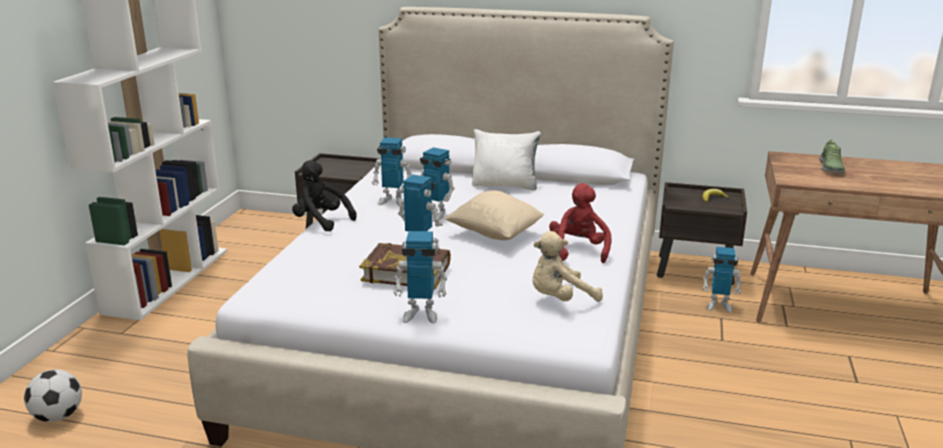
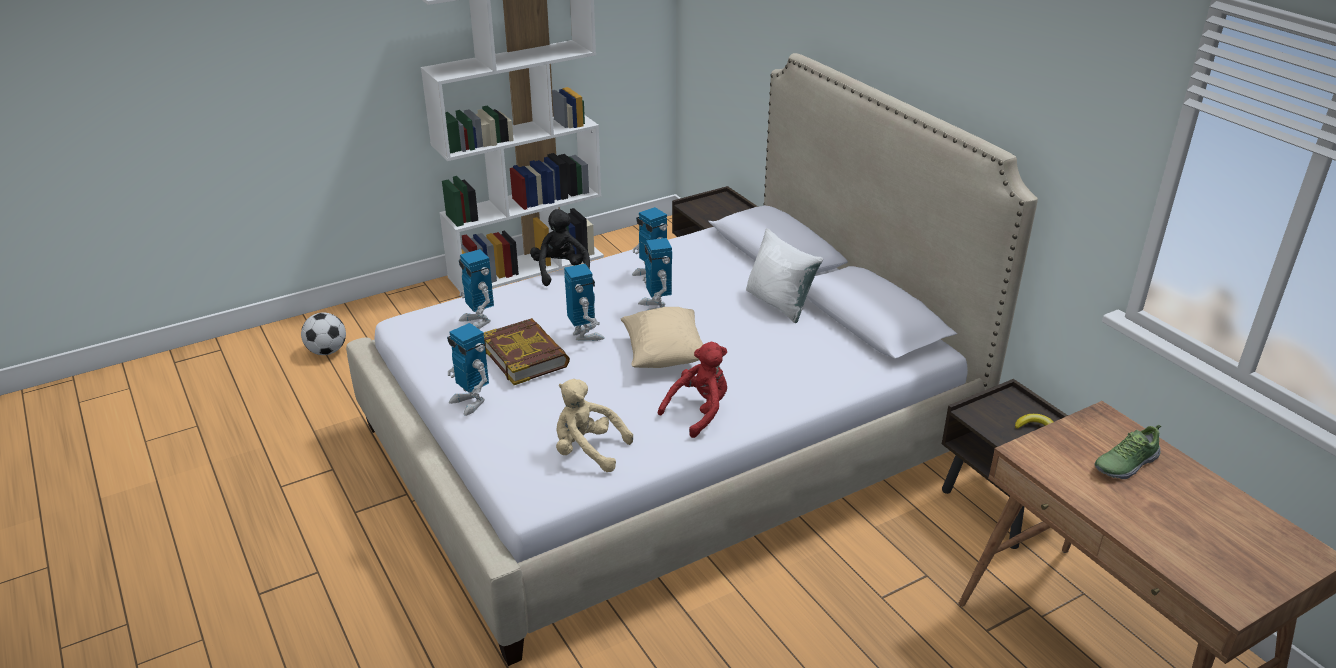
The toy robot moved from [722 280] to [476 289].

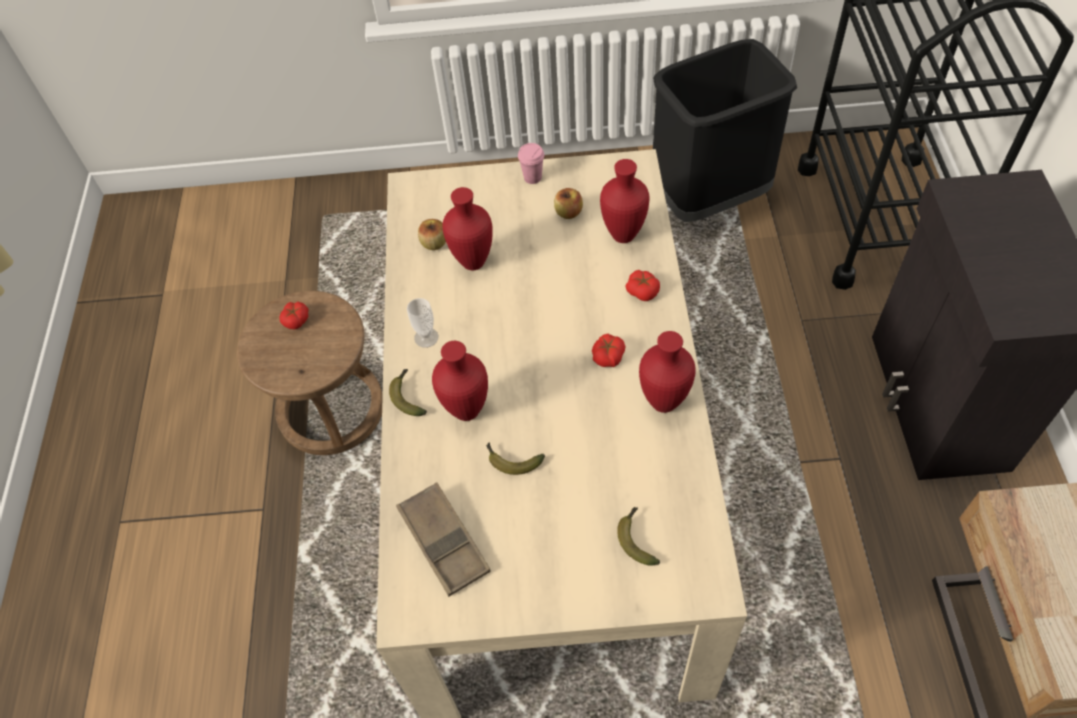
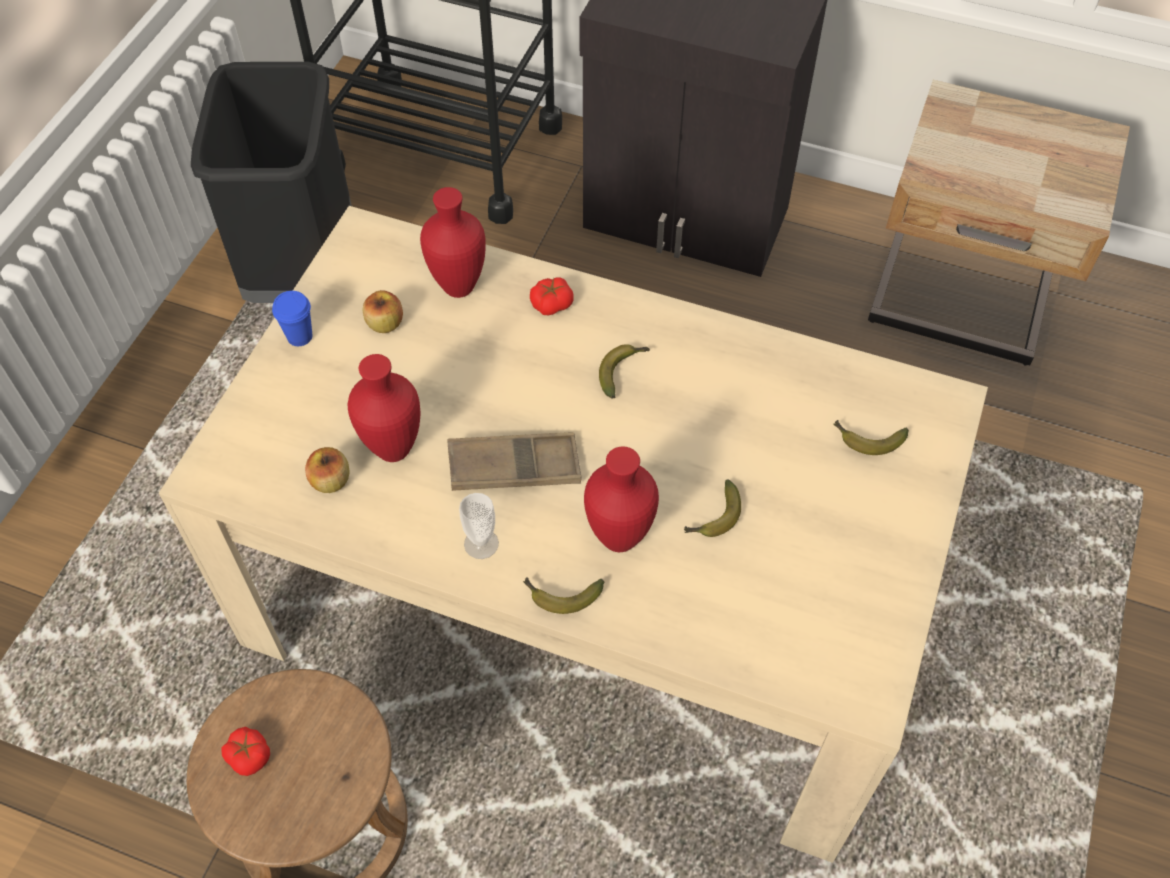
The pink cup at [531 163] became the blue cup at [292 318]. The red vase at [667 372] disappeared. The tomato at [608 350] was replaced by the banana at [624 371]. The brown tray moved from [443 539] to [514 461].

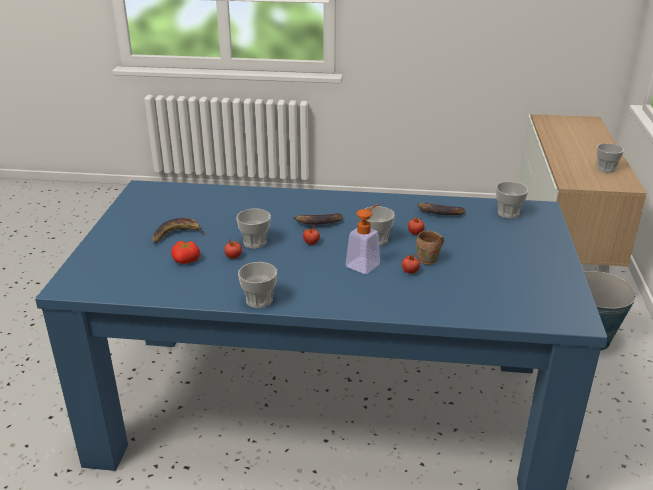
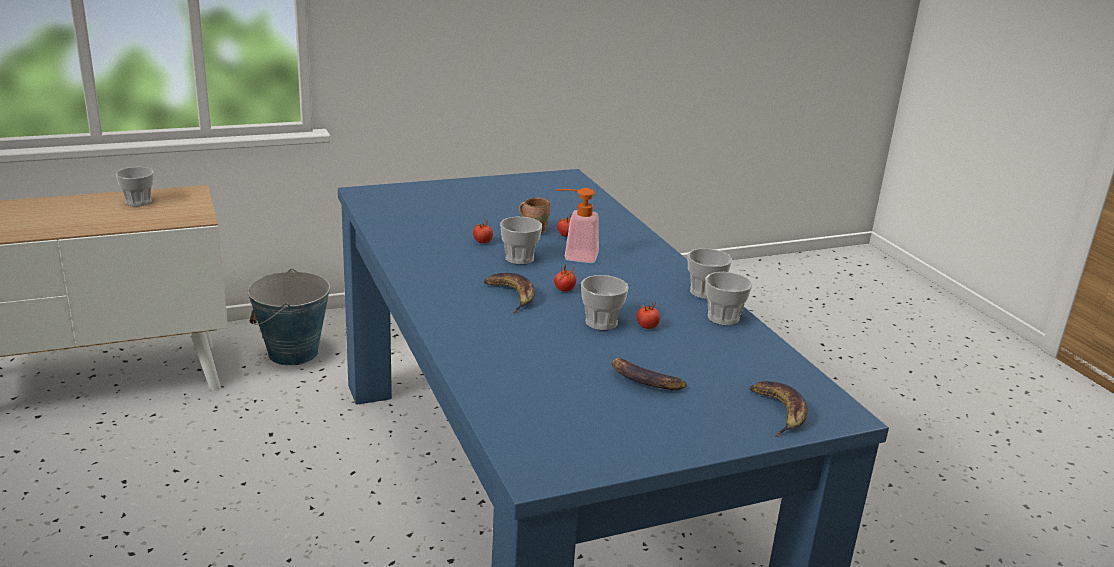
The cup moved from [512 200] to [728 298]. The banana moved from [442 209] to [778 409]. The tomato at [185 252] disappeared.

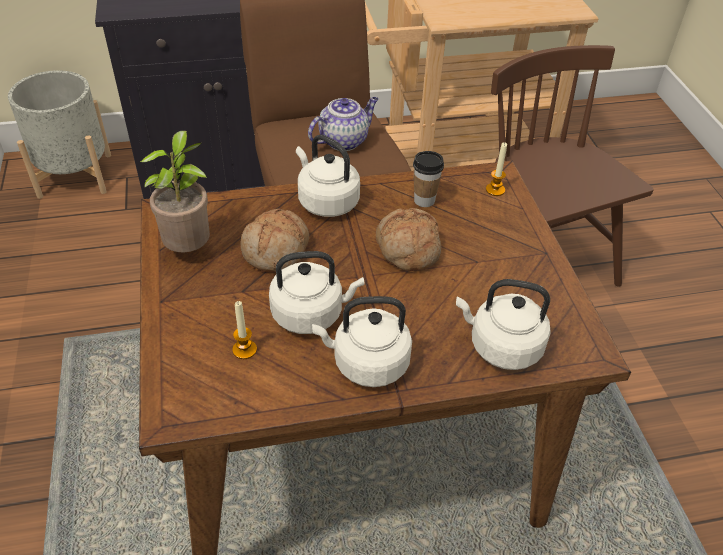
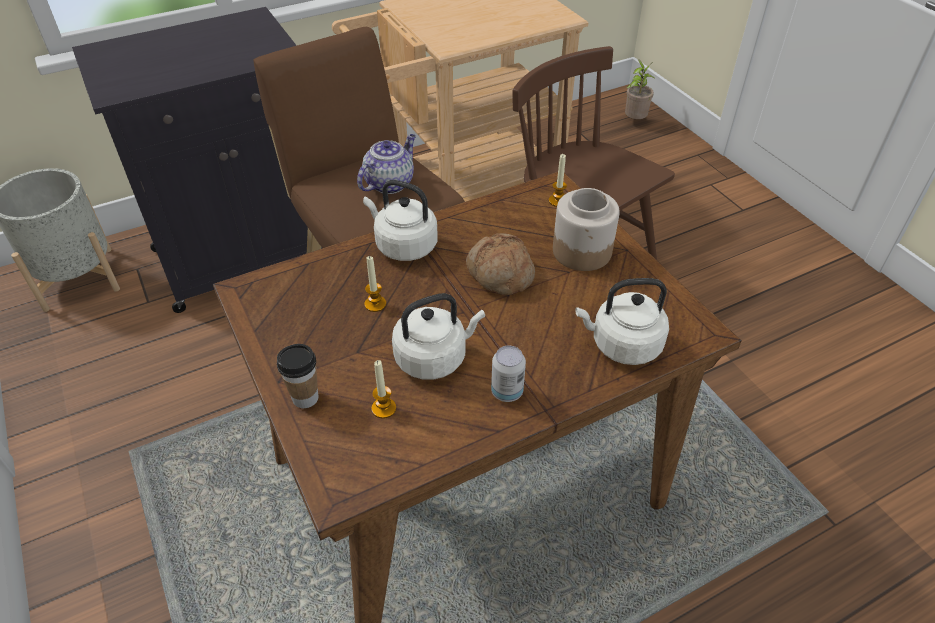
The potted plant moved from [175 191] to [639 89]. The cup moved from [428 179] to [297 376]. The bread at [274 240] was replaced by the candle at [375 284]. The white kettle at [362 341] was replaced by the can at [508 373]. The jar at [586 229] appeared.

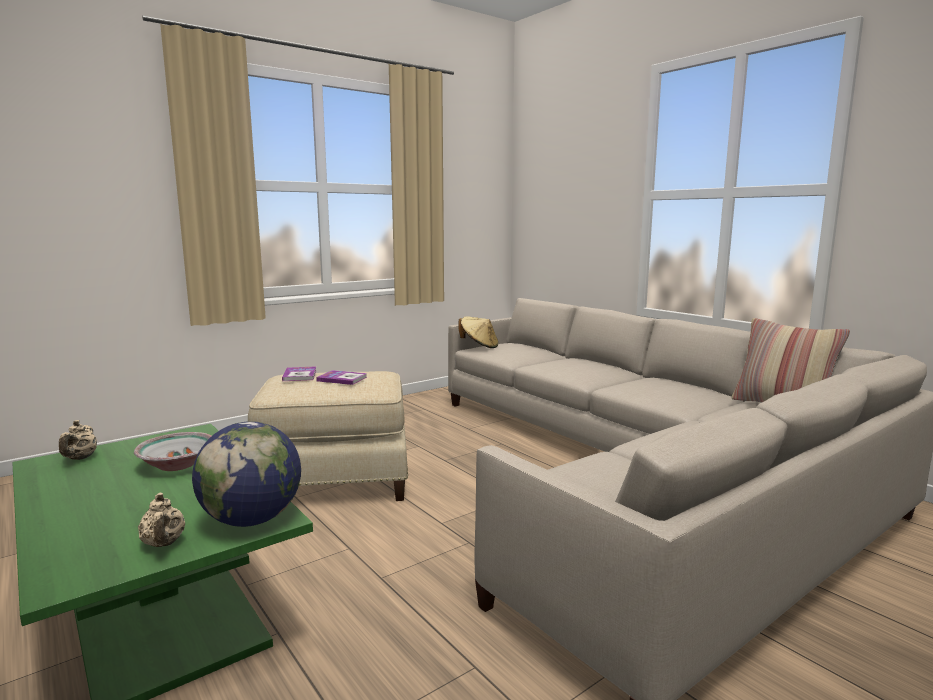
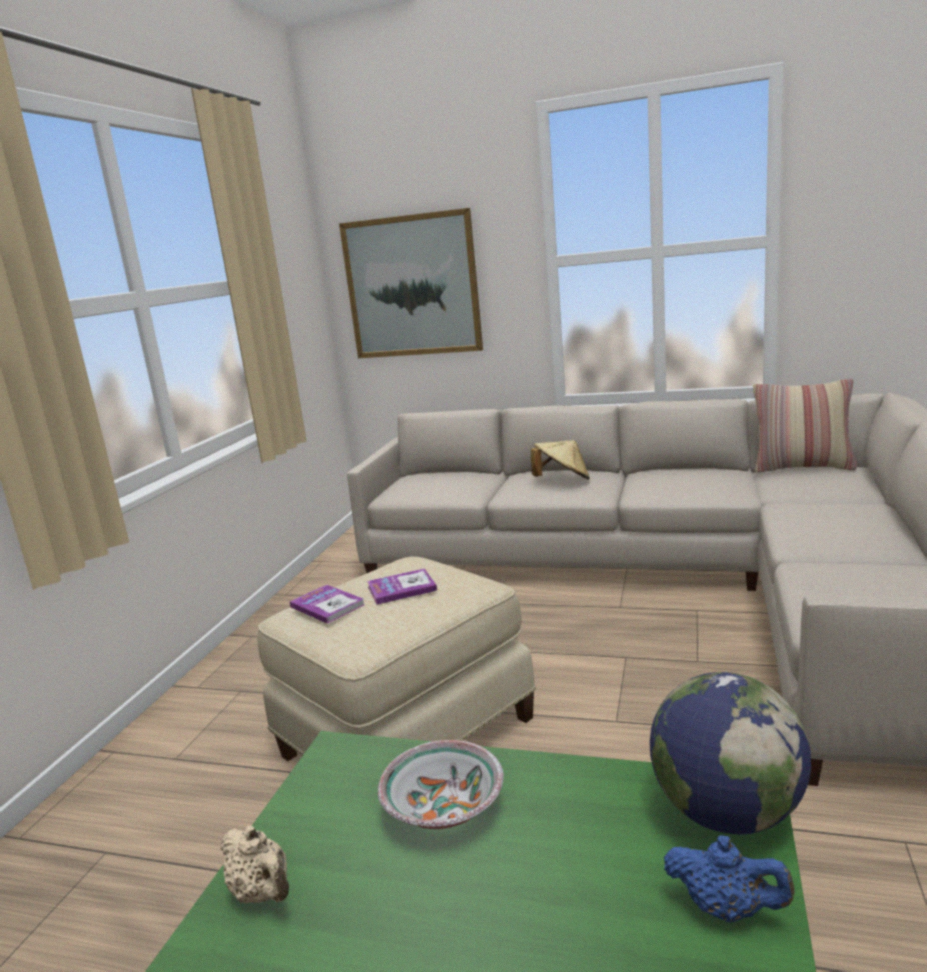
The beige hat moved from [478 332] to [560 460]. The beige teapot at [161 520] became the blue teapot at [729 878]. The picture at [411 283] appeared.

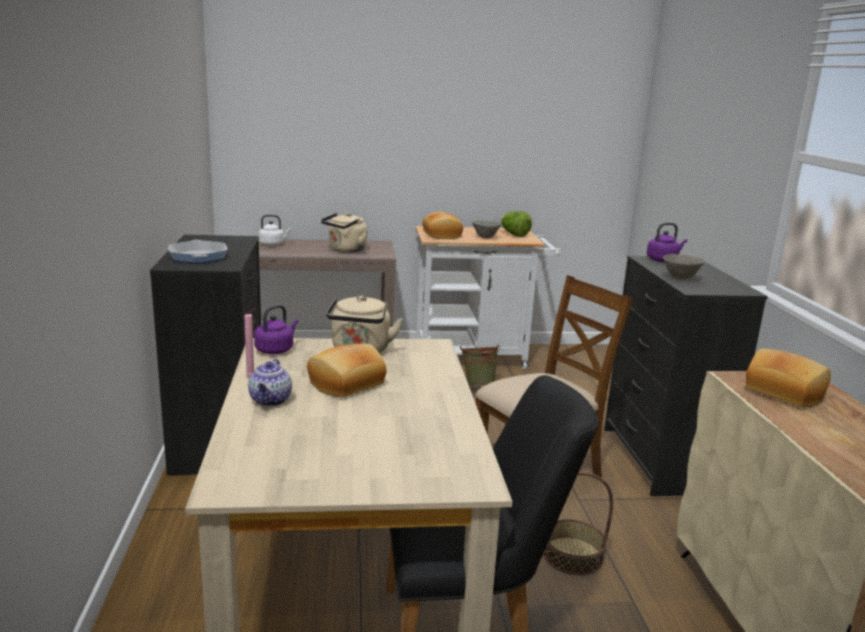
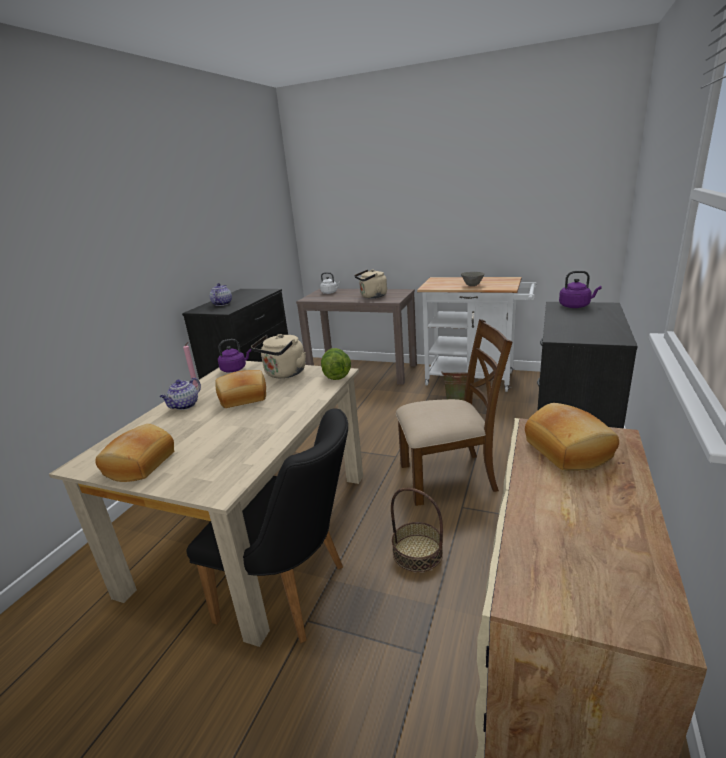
The bread moved from [443 225] to [134 453]. The lettuce moved from [516 224] to [336 364]. The frying pan at [197 251] was replaced by the teapot at [220 294]. The grey bowl at [684 267] disappeared.

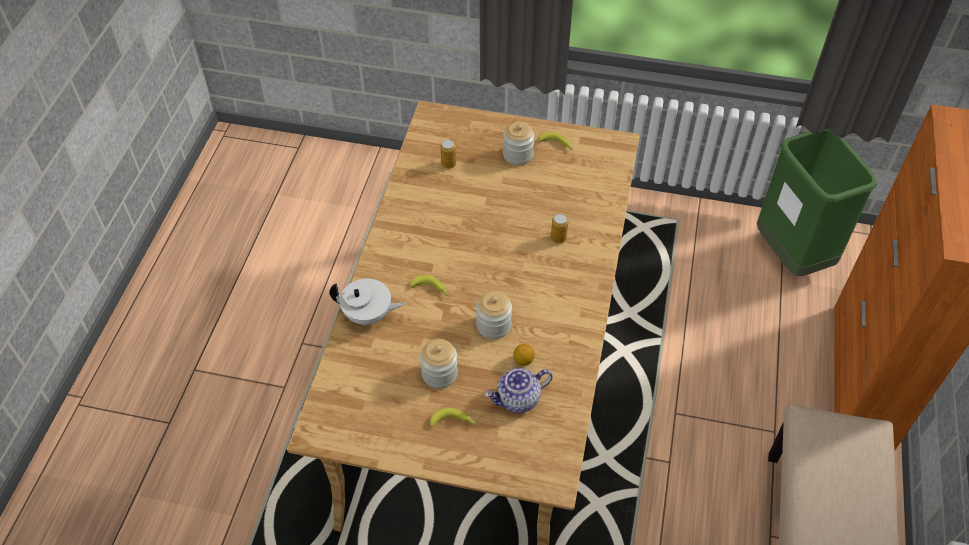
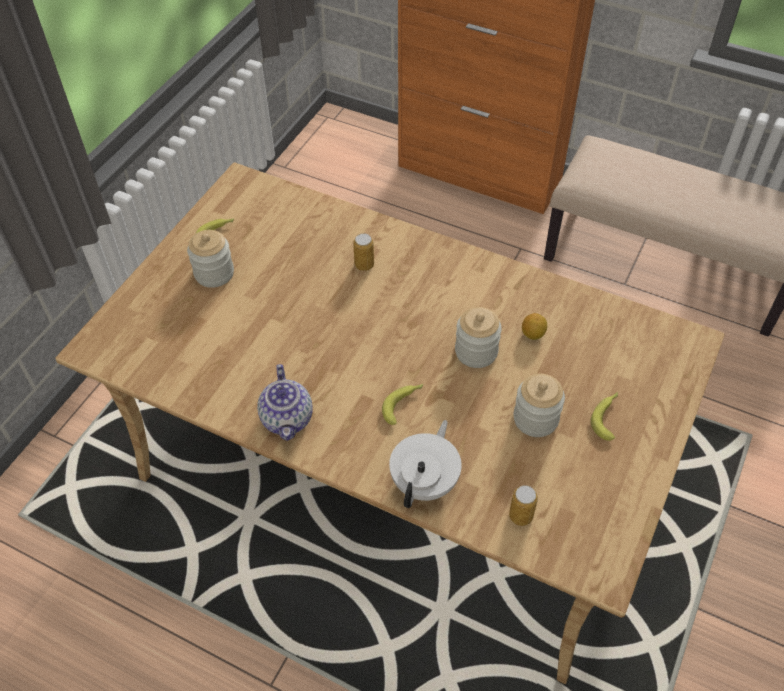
The green trash can at [817 202] disappeared. The can moved from [448 154] to [523 505]. The teapot moved from [519 390] to [285 402].

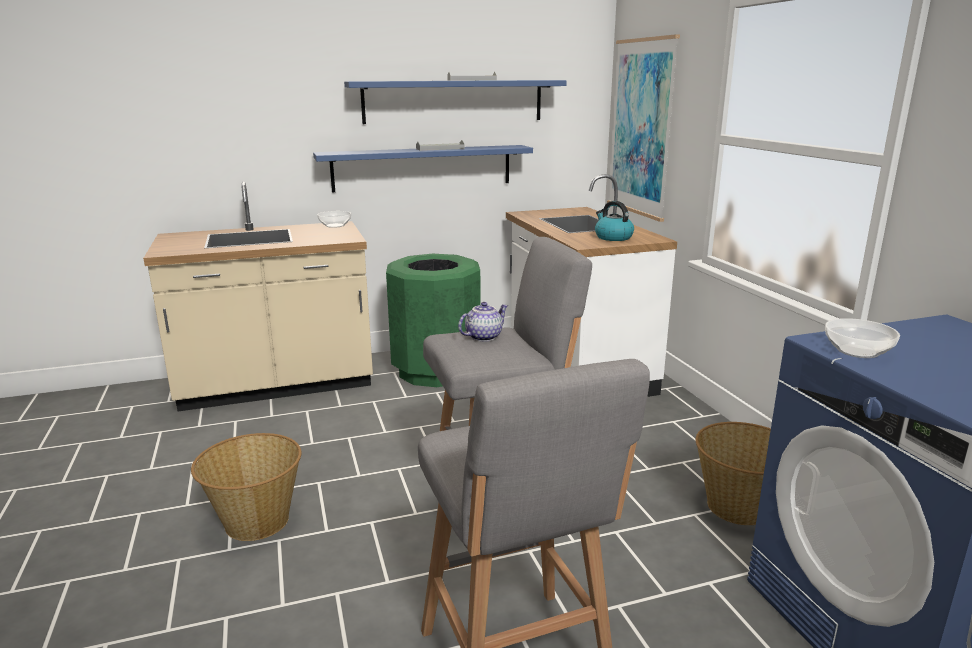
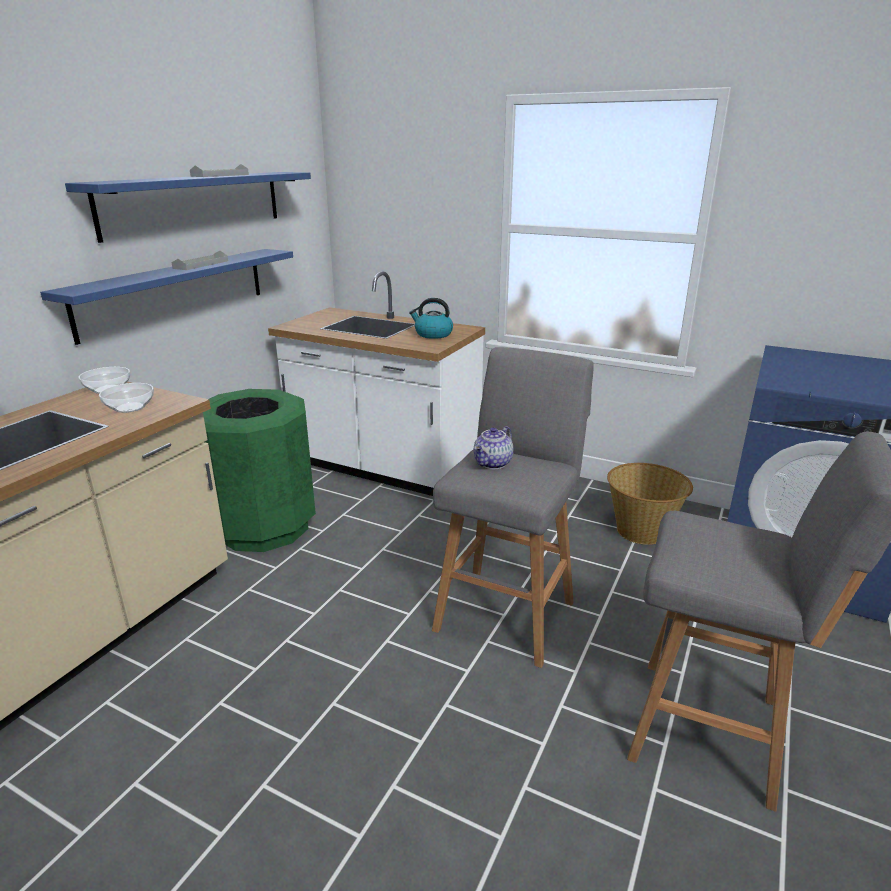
The picture at [643 128] disappeared. The teapot at [483 321] turned 150 degrees counterclockwise. The bowl moved from [862 338] to [126 398]. The basket at [246 487] disappeared.

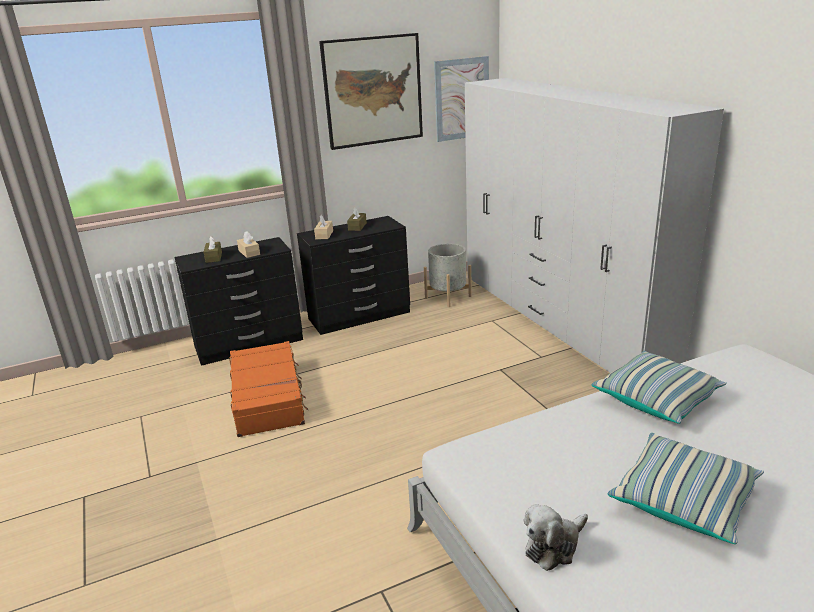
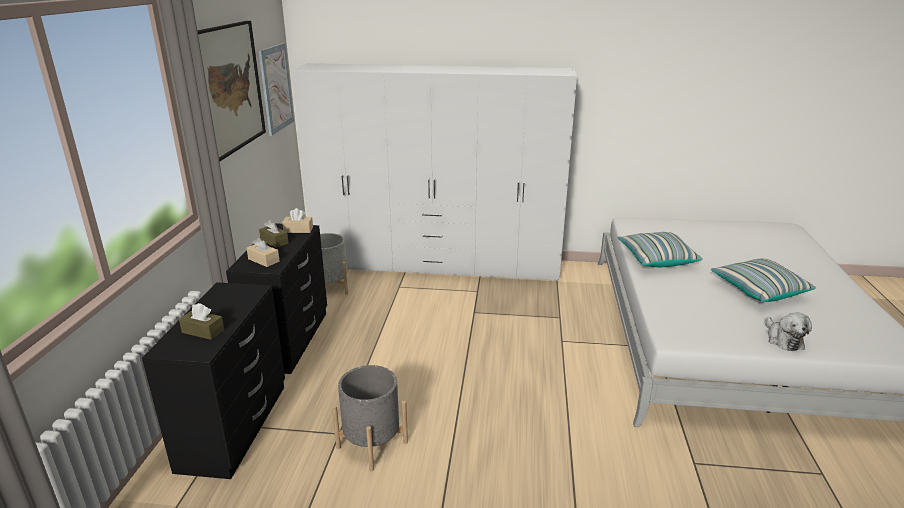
The beige tissue box moved from [248 244] to [297 220]. The orange suitcase at [269 389] was replaced by the grey planter at [370 418].

